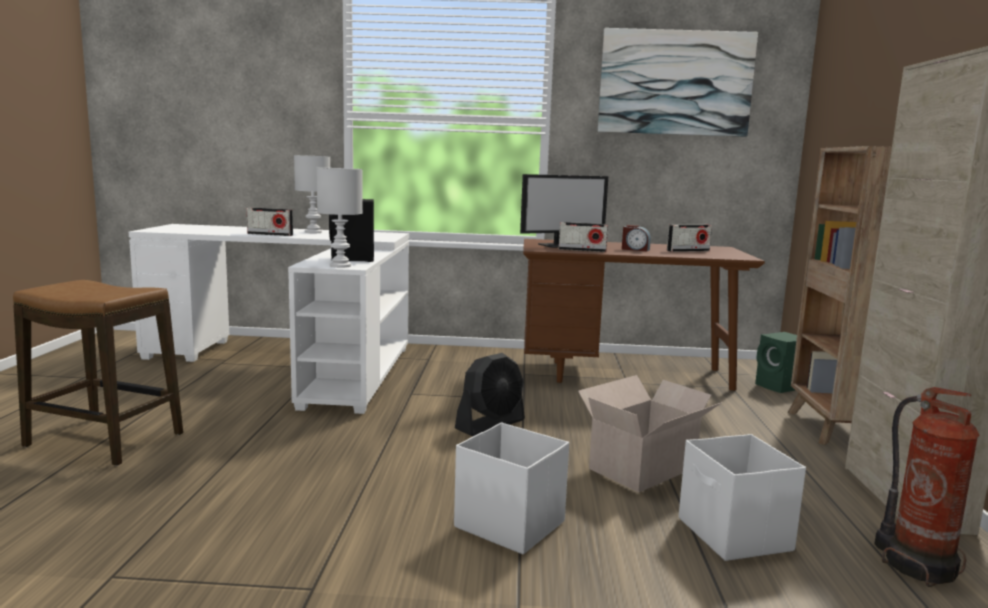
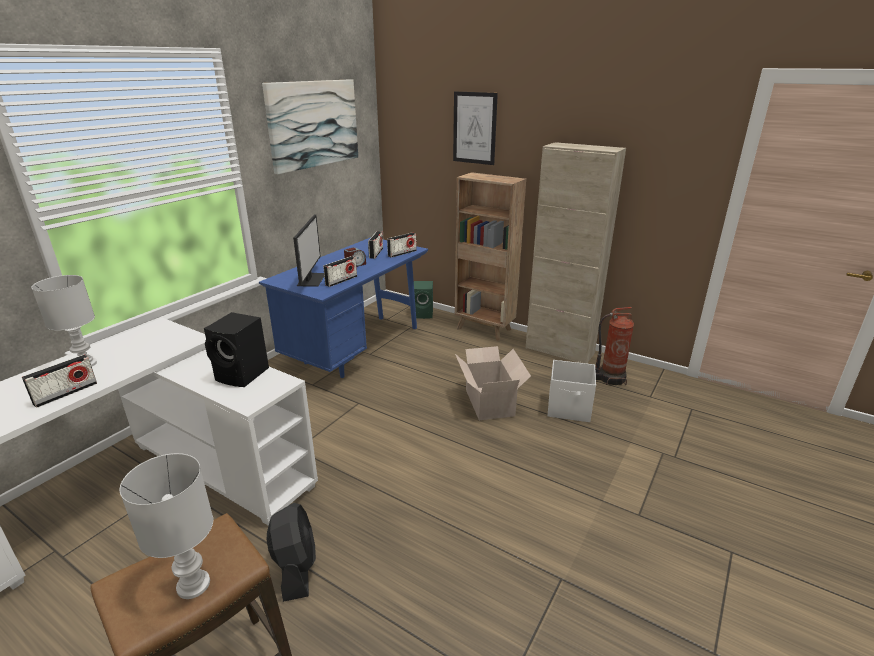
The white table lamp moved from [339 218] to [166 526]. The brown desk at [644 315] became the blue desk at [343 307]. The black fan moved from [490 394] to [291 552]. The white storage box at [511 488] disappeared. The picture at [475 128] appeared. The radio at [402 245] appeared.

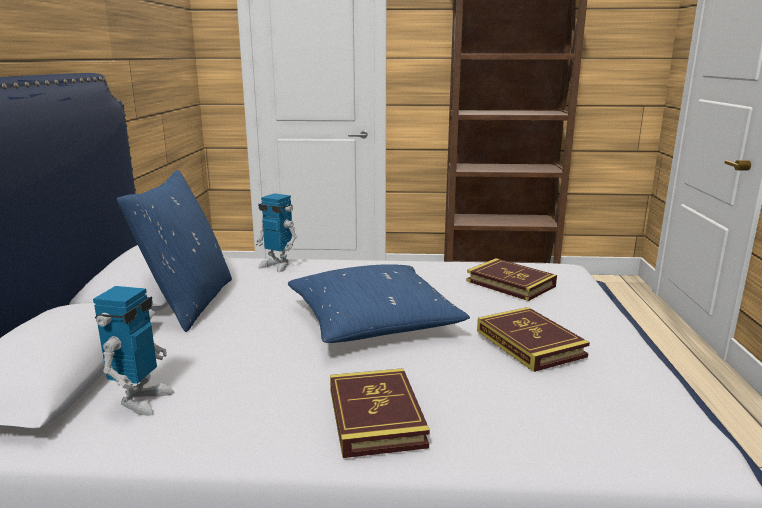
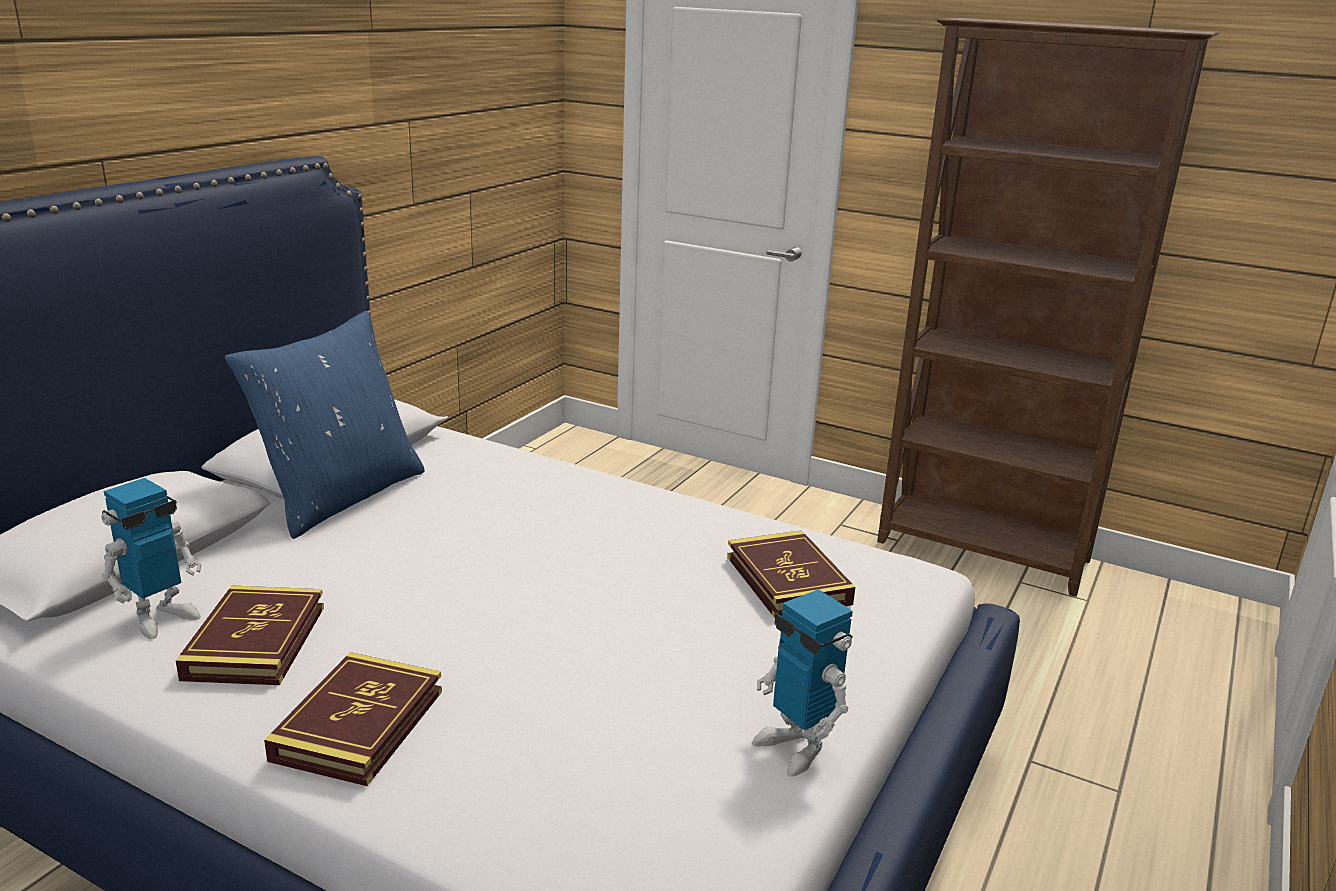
The toy robot moved from [276 232] to [802 683]. The blue pillow at [379 303] disappeared. The book moved from [533 339] to [249 635].

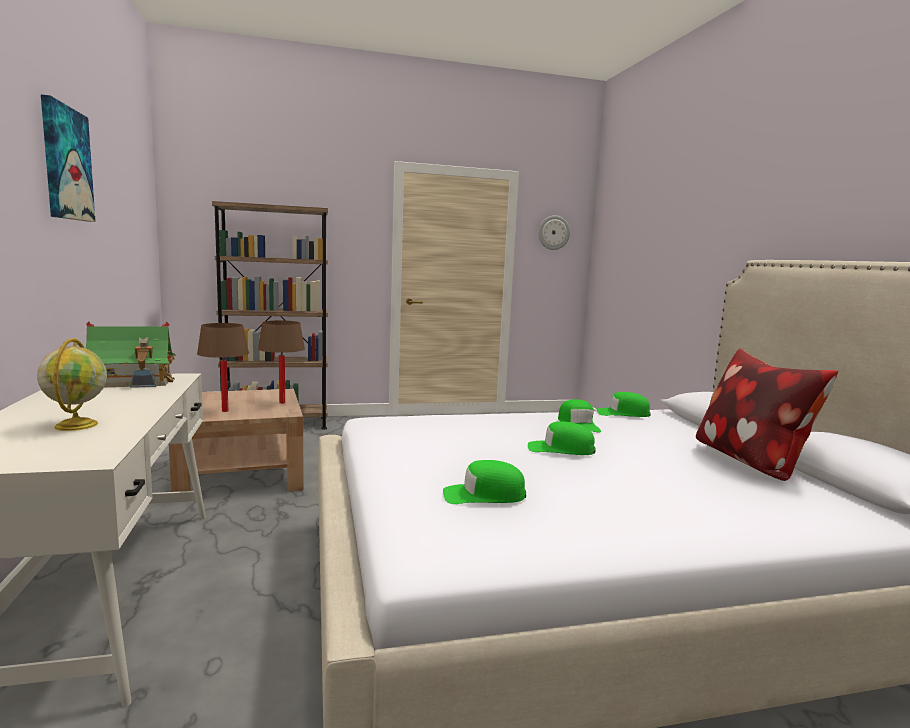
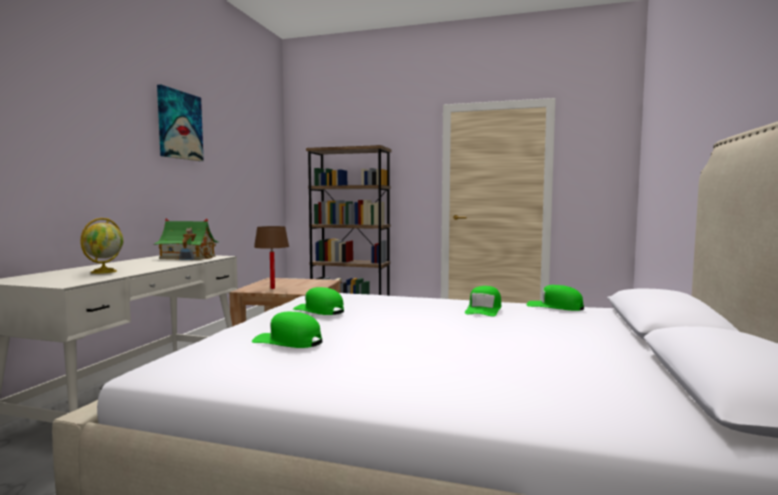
The wall clock at [554 232] disappeared. The brown table lamp at [281 362] disappeared. The pillow at [767 414] disappeared. The green cap moved from [561 438] to [318 301].

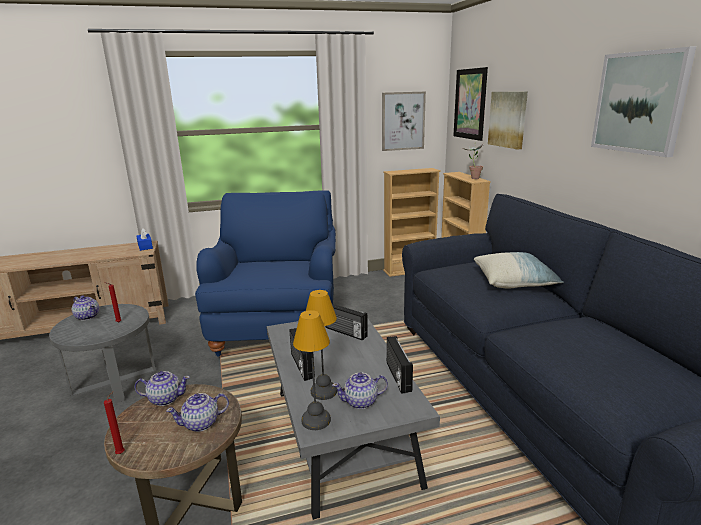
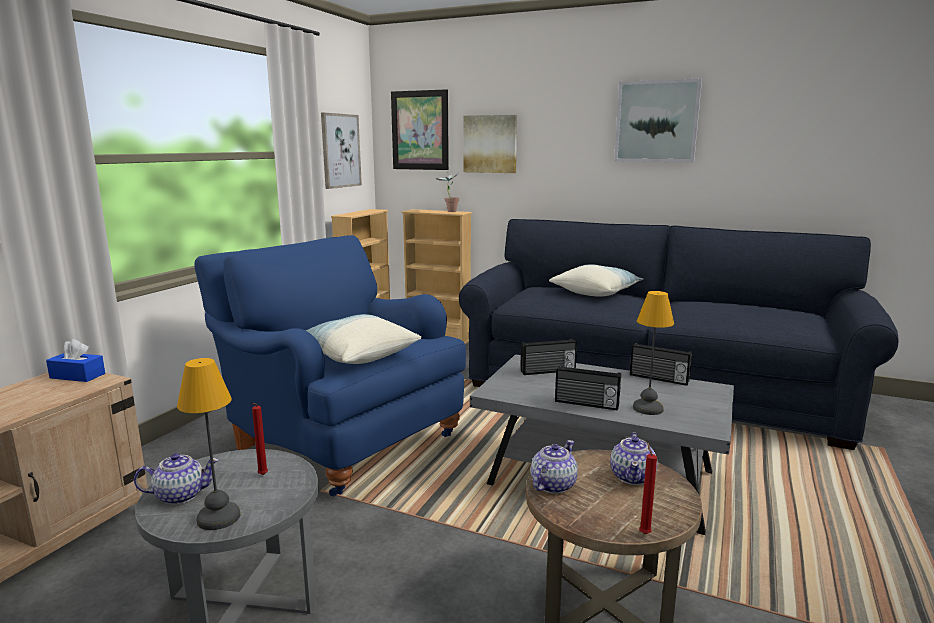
The table lamp moved from [312 370] to [209 444]. The teapot at [360 390] disappeared. The pillow at [363 339] appeared.

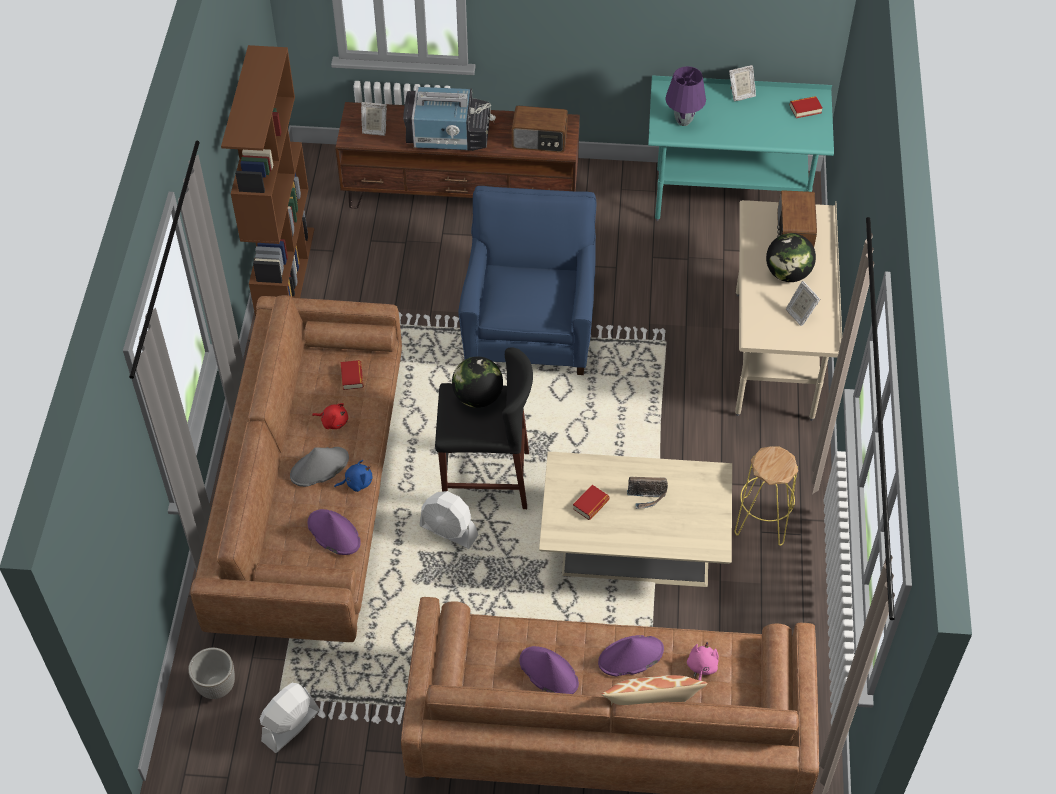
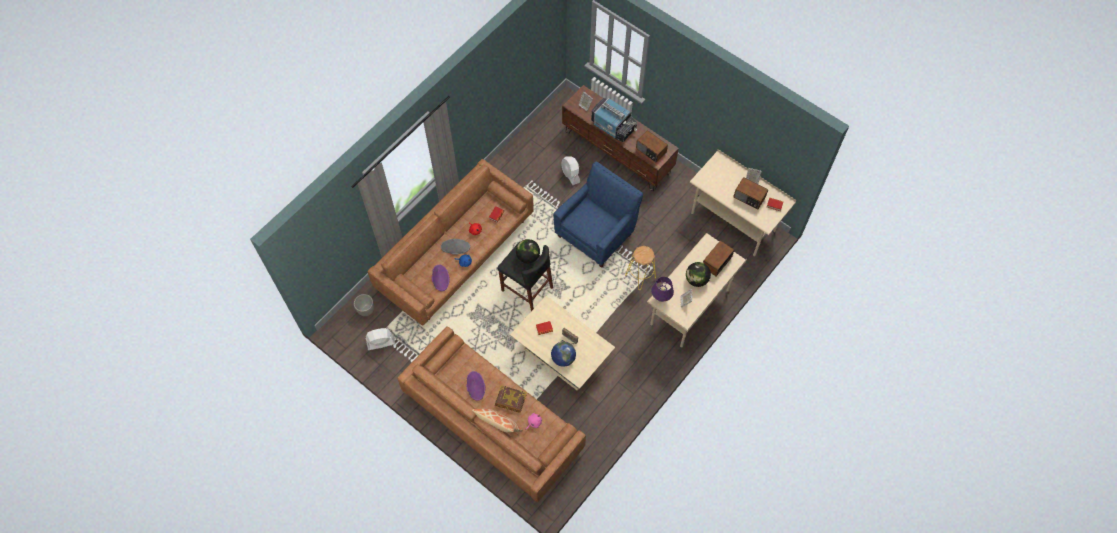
The brown bookcase at [268 181] disappeared. The purple table lamp moved from [685 96] to [662 289]. The turquoise desk at [741 148] became the beige desk at [743 203]. The yellow stool moved from [766 496] to [640 268]. The white fan moved from [448 520] to [570 170]. The purple hat at [631 656] was replaced by the book at [511 399]. The radio at [750 193] appeared. The globe at [563 354] appeared.

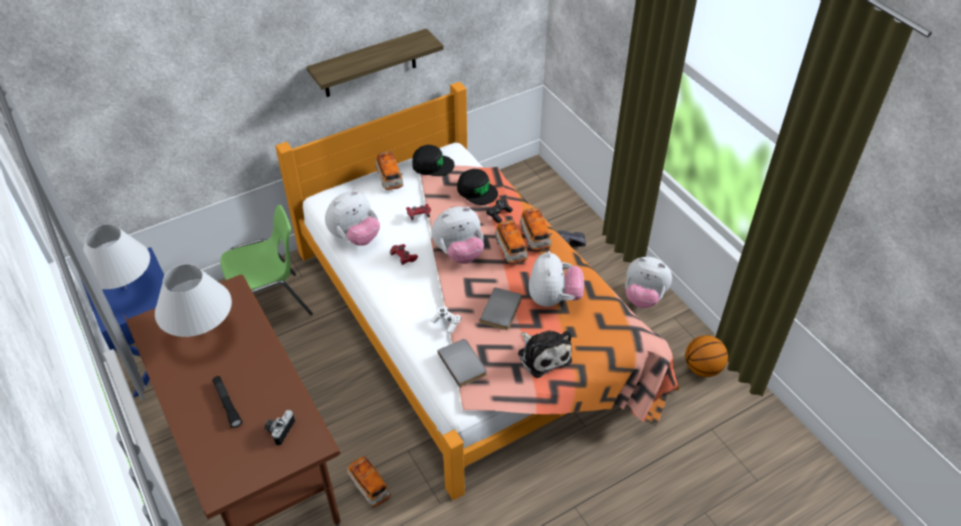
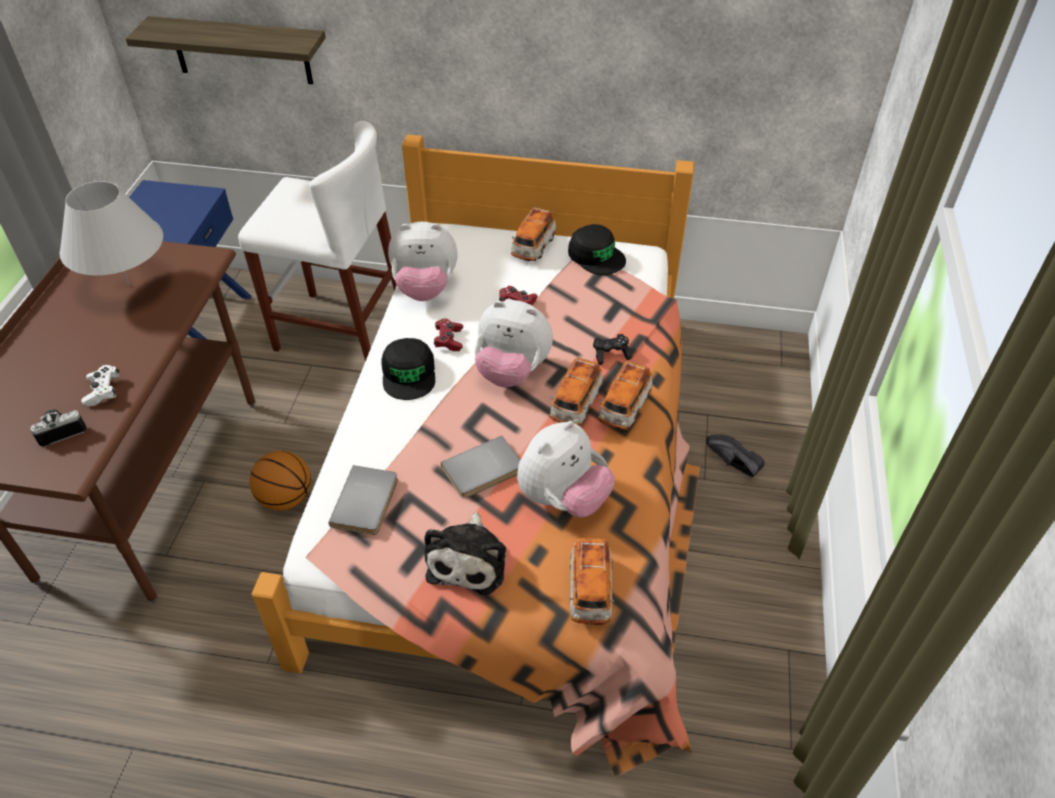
The shelf moved from [375 62] to [226 50]. The black cap moved from [477 187] to [408 369]. The green chair at [266 260] was replaced by the white stool at [317 241]. The white table lamp at [116 256] disappeared. The plush toy at [648 282] disappeared. The white game controller moved from [446 320] to [100 385]. The basketball moved from [706 356] to [280 481]. The black flashlight at [227 402] disappeared. The toy car moved from [369 481] to [591 581].

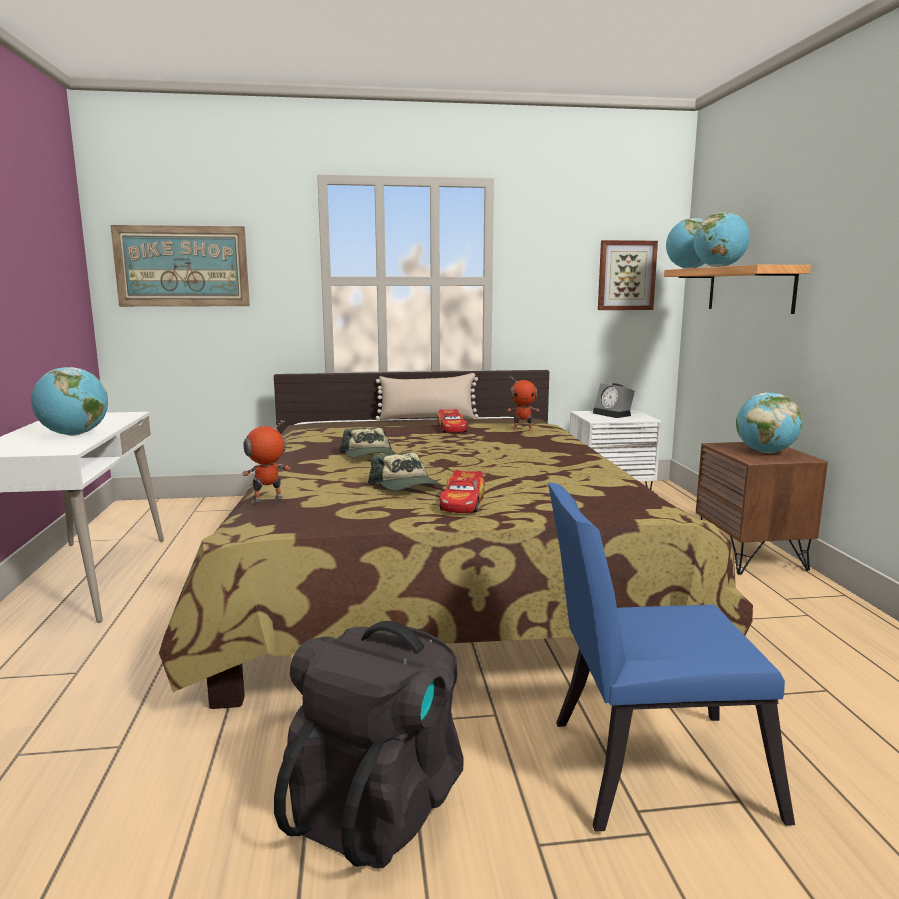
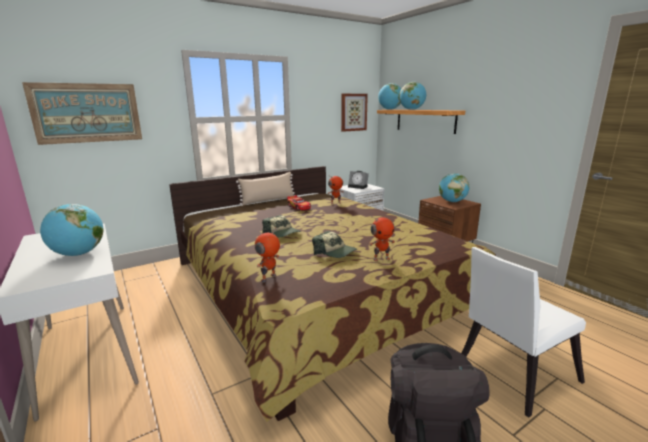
The toy car at [462 491] was replaced by the toy robot at [382 238]. The blue chair at [671 657] became the white chair at [523 332].

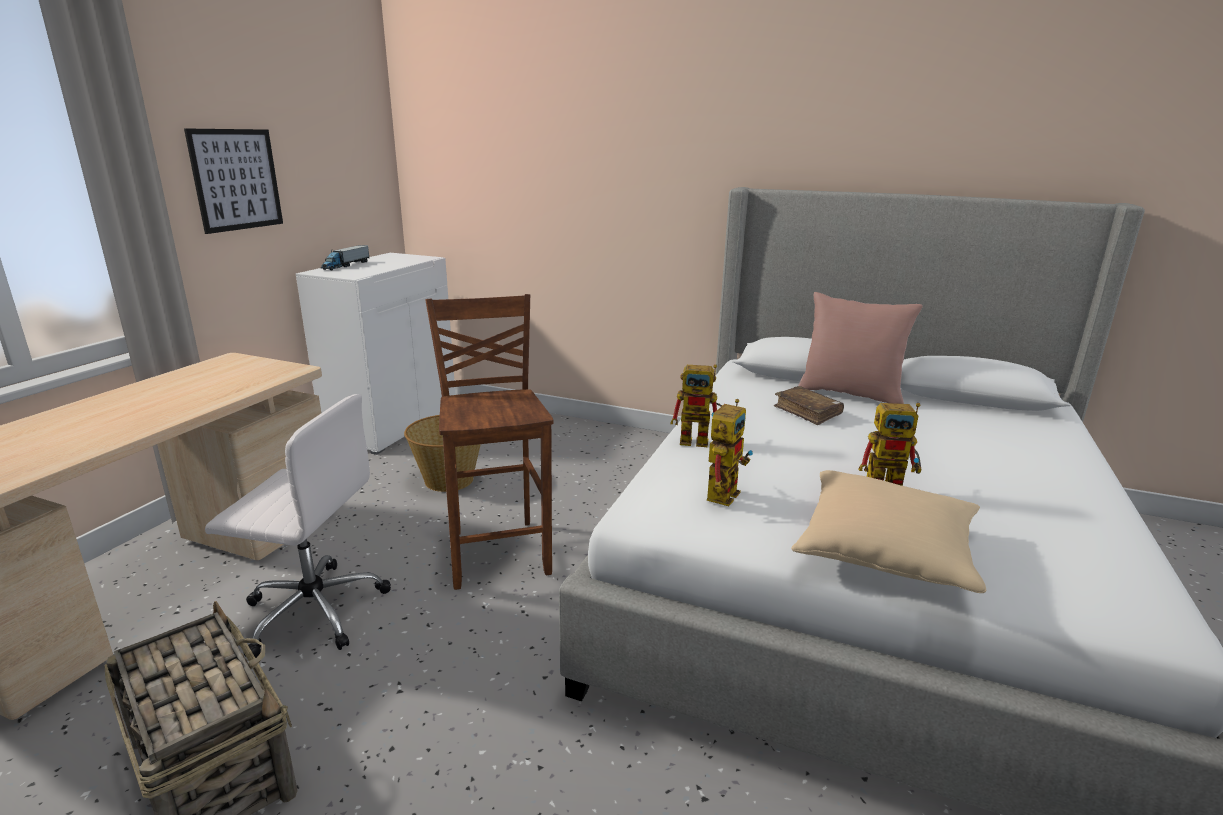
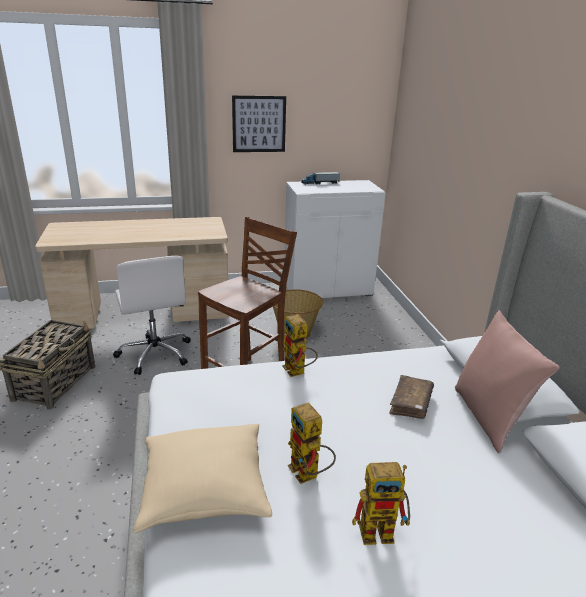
The toy robot moved from [730 452] to [381 503].

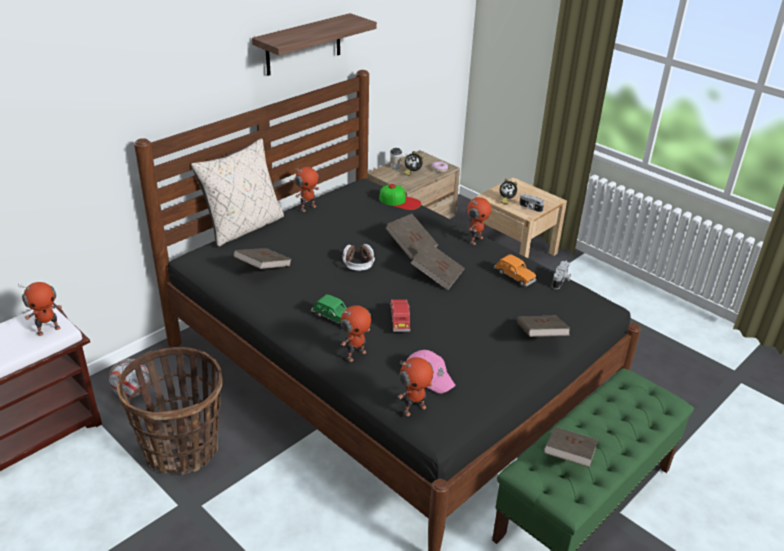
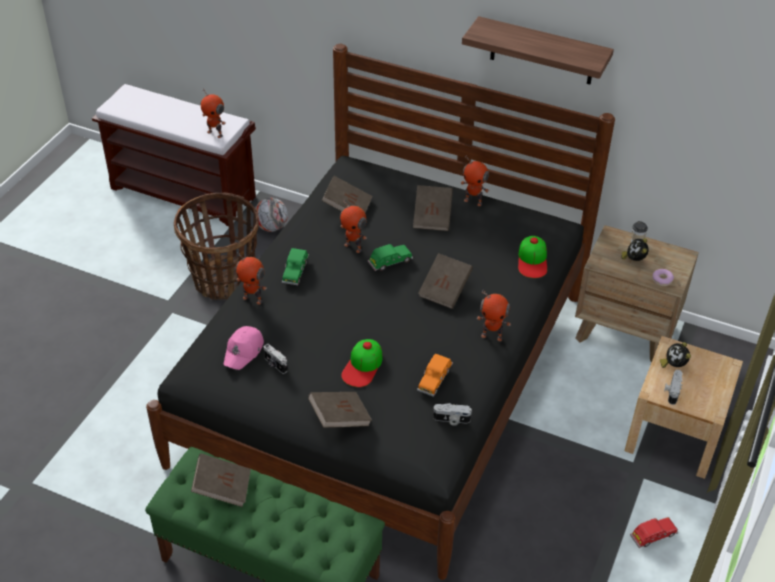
The beige pillow at [237 192] disappeared. The brown book moved from [438 266] to [433 208]. The headphones at [359 257] was replaced by the green toy car at [390 257]. The red toy car moved from [400 315] to [654 532]. The toy robot moved from [416 386] to [353 226]. The cap at [362 363] appeared. The photo camera at [276 359] appeared.

